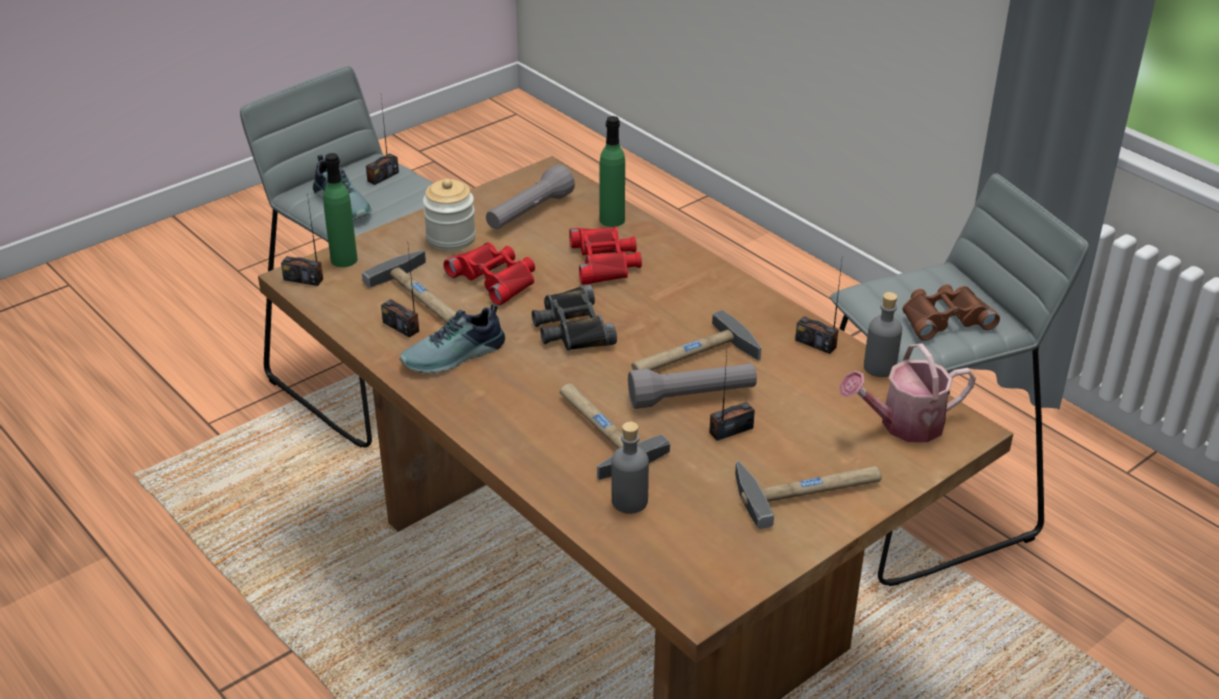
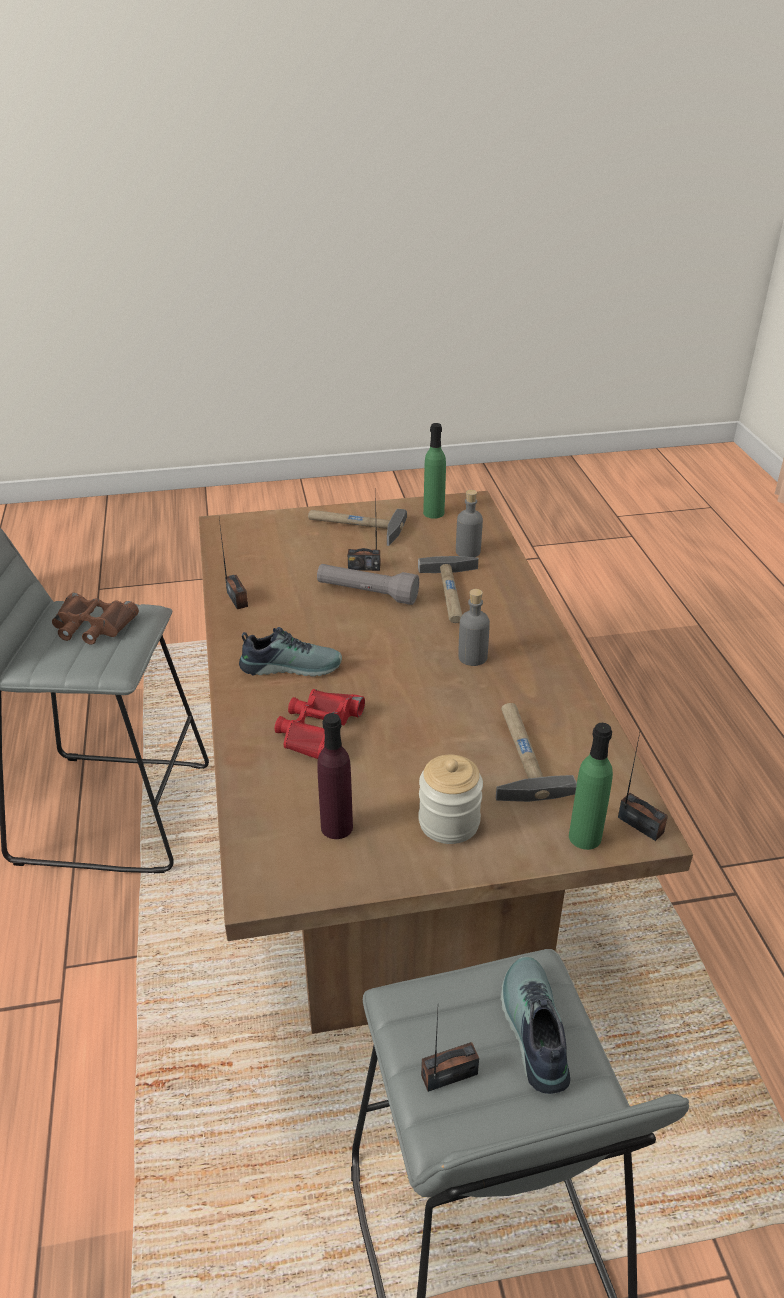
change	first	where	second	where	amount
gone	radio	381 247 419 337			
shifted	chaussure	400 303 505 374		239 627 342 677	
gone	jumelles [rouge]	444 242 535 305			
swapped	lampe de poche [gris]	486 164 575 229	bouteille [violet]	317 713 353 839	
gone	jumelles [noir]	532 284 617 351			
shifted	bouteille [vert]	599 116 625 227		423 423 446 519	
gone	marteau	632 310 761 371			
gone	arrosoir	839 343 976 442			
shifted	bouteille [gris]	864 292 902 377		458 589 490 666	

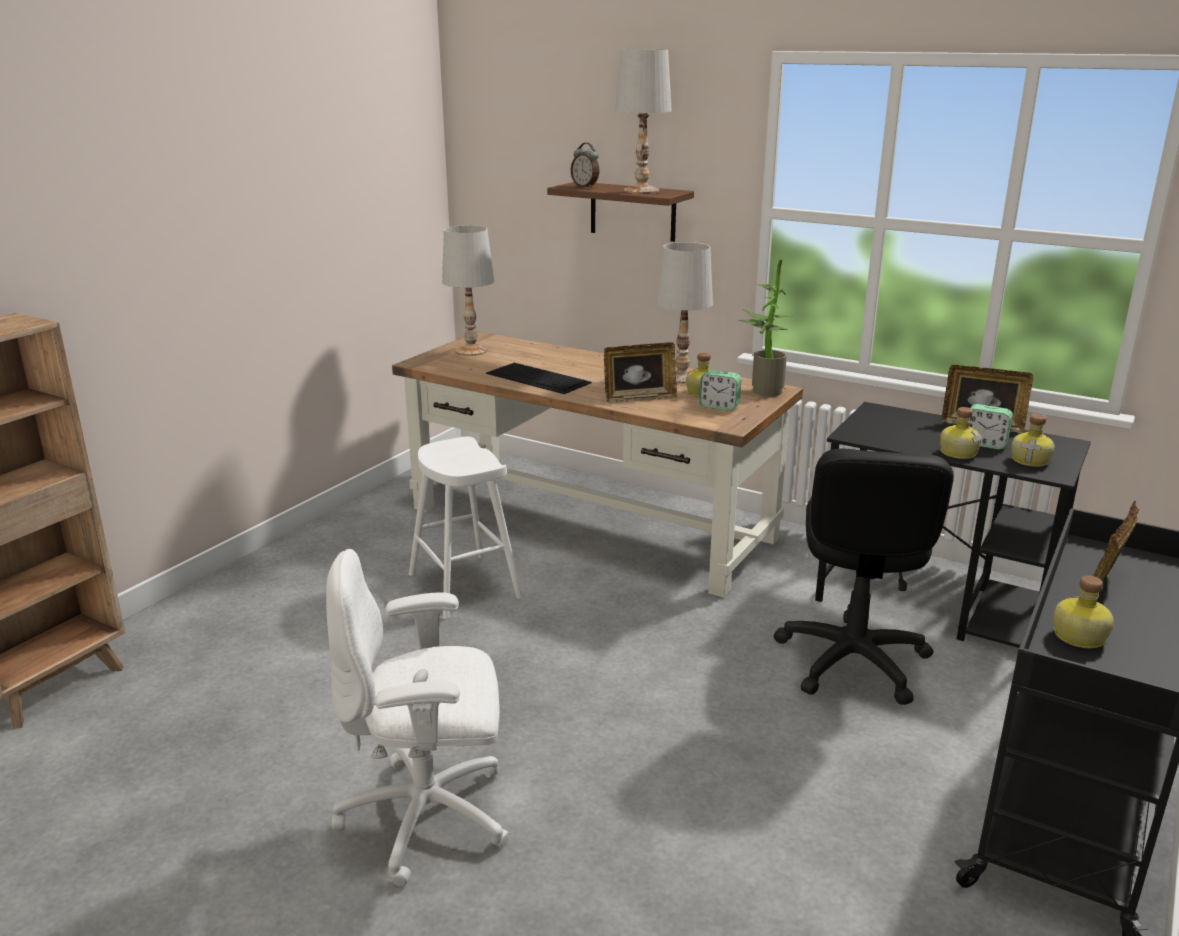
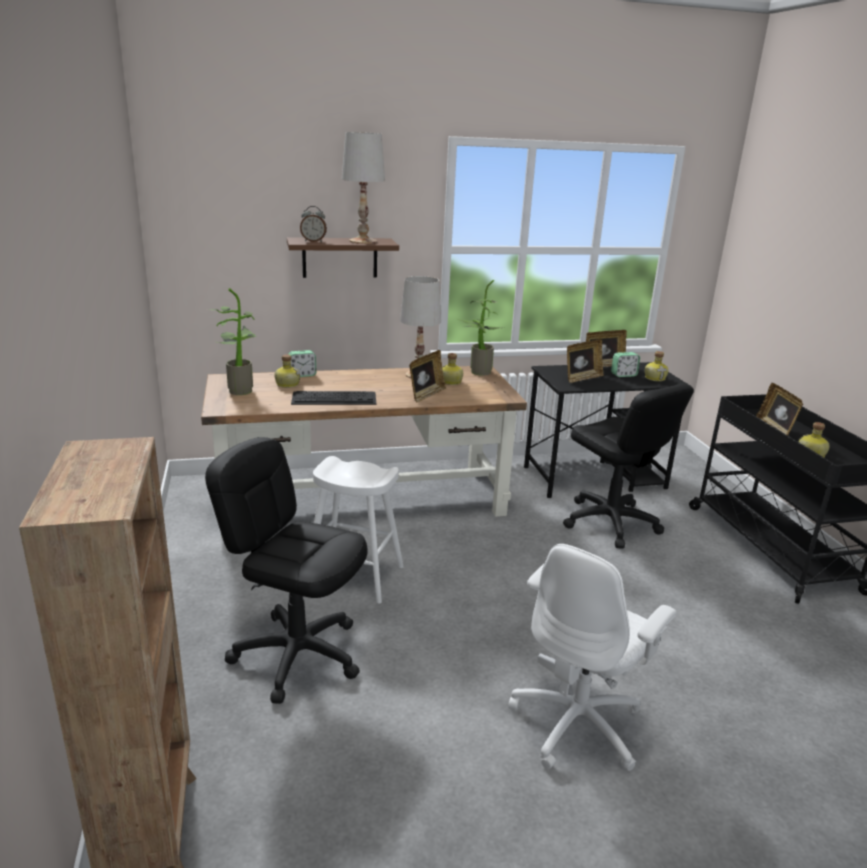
change	first	where	second	where	amount
swapped	lampe de table [blanc]	442 225 494 356	plante en pot	208 288 257 395	
shifted	réveil	699 370 741 411		288 350 316 377	
shifted	bouteille	940 407 982 459		274 354 300 388	
new			chaise de bureau [noir]	205 437 367 704	
new			cadre photo	567 339 604 383	

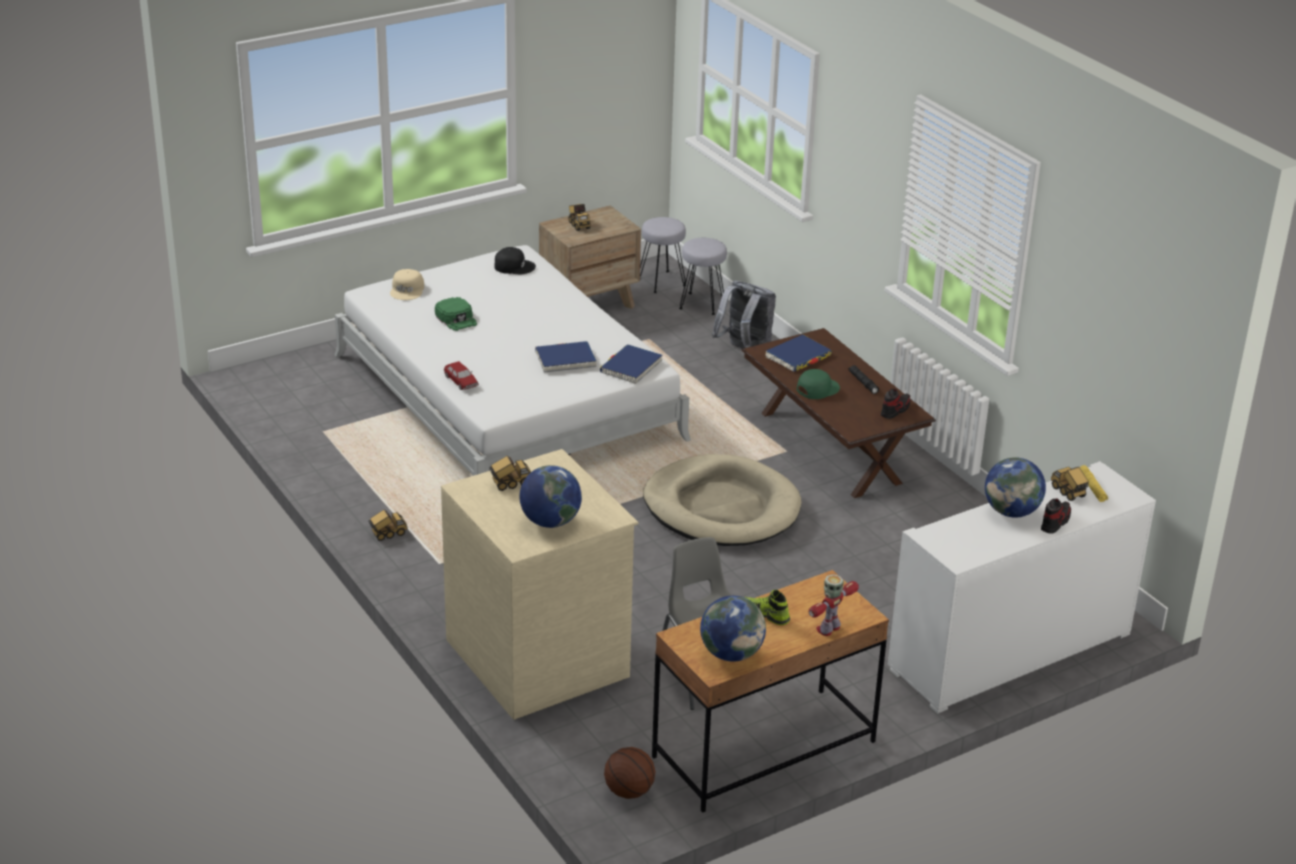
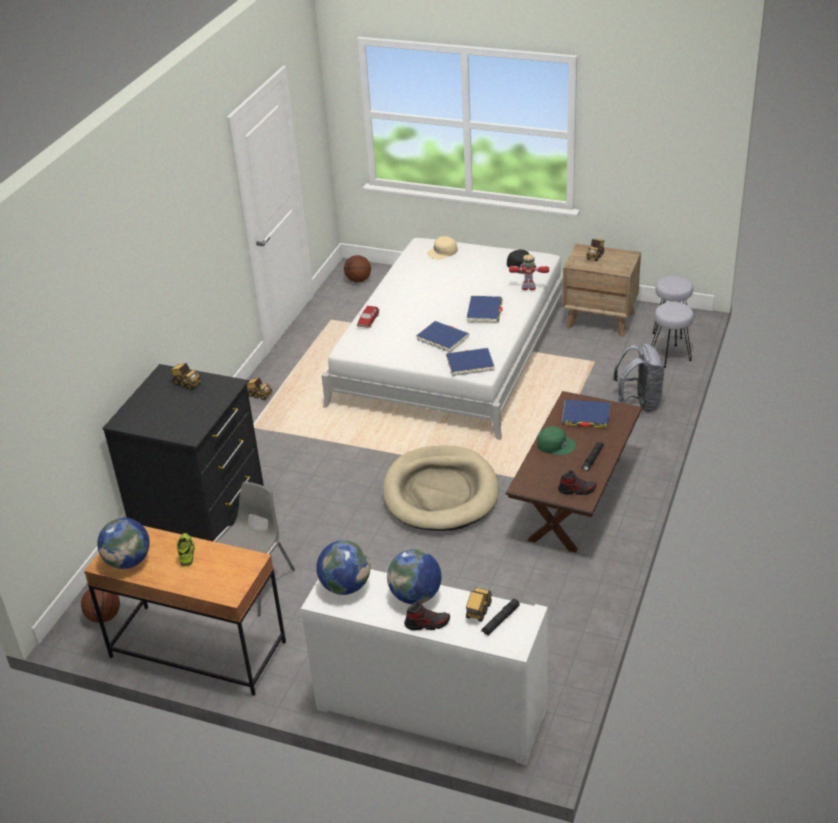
change	first	where	second	where	amount
gone	casquette [vert]	435 297 477 331			
repainted	commode [beige]	441 449 638 720	commode [noir]	102 364 264 541	
shifted	globe	520 465 582 528		316 540 370 595	
shifted	robot jouet	809 574 859 636		509 254 549 290	
repainted	lampe de poche [jaune]	1080 465 1108 502	lampe de poche [noir]	481 599 520 635	
new			ballon de basket	344 255 371 282	
new			livre [bleu]	467 296 503 323	

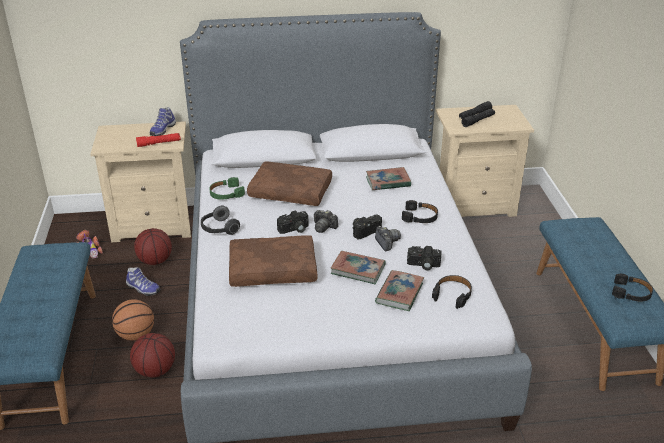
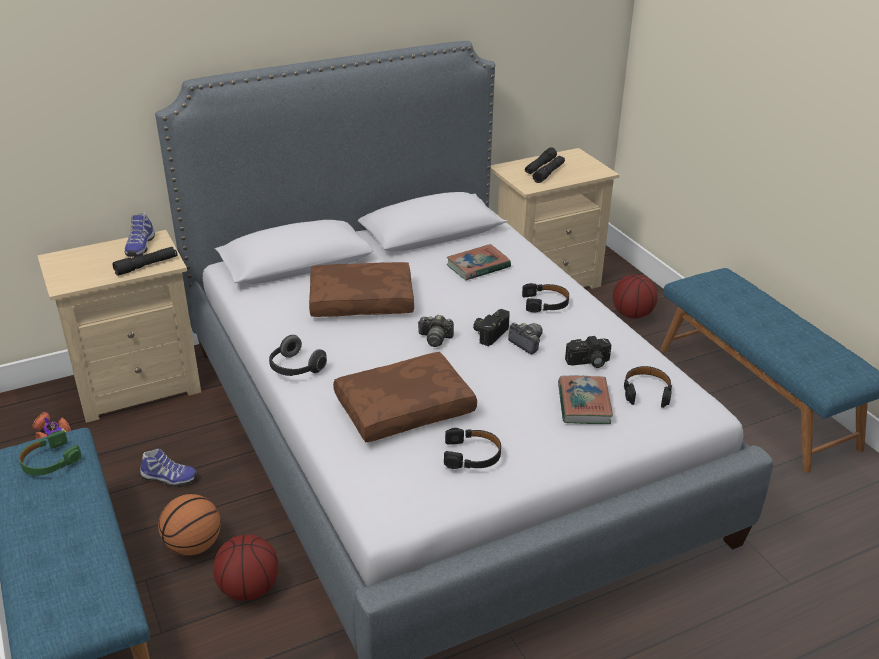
change	first	where	second	where	amount
shifted	ballon de basket	134 228 172 265		613 275 658 318	
repainted	lampe de poche [rouge]	136 133 181 147	lampe de poche [noir]	112 247 177 276	
shifted	casque audio [vert]	209 177 245 200		19 430 81 476	
gone	appareil photo	277 210 309 234			
gone	livre	330 251 386 284			
shifted	casque audio [noir]	612 273 653 302		444 428 501 469	

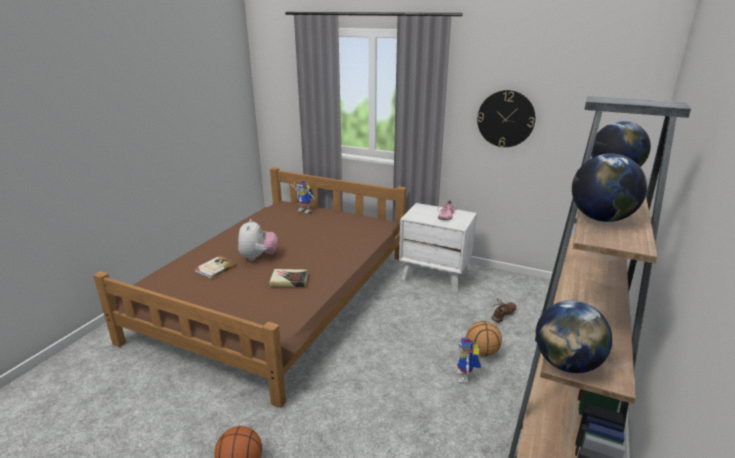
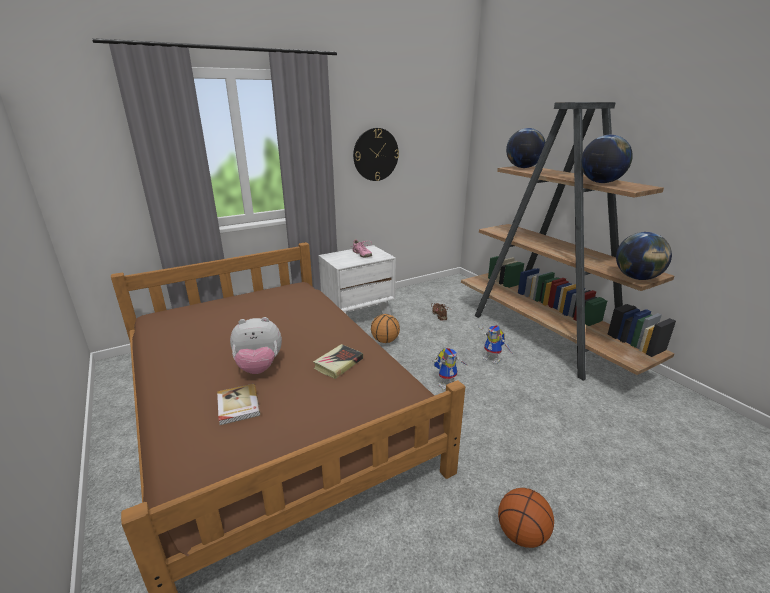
change	first	where	second	where	amount
rotated	peluche	238 219 278 261		230 317 282 374	135 degrees clockwise
shifted	robot jouet	291 181 317 214		432 348 467 390	
shifted	ballon de basket	466 321 502 357		371 314 400 343	

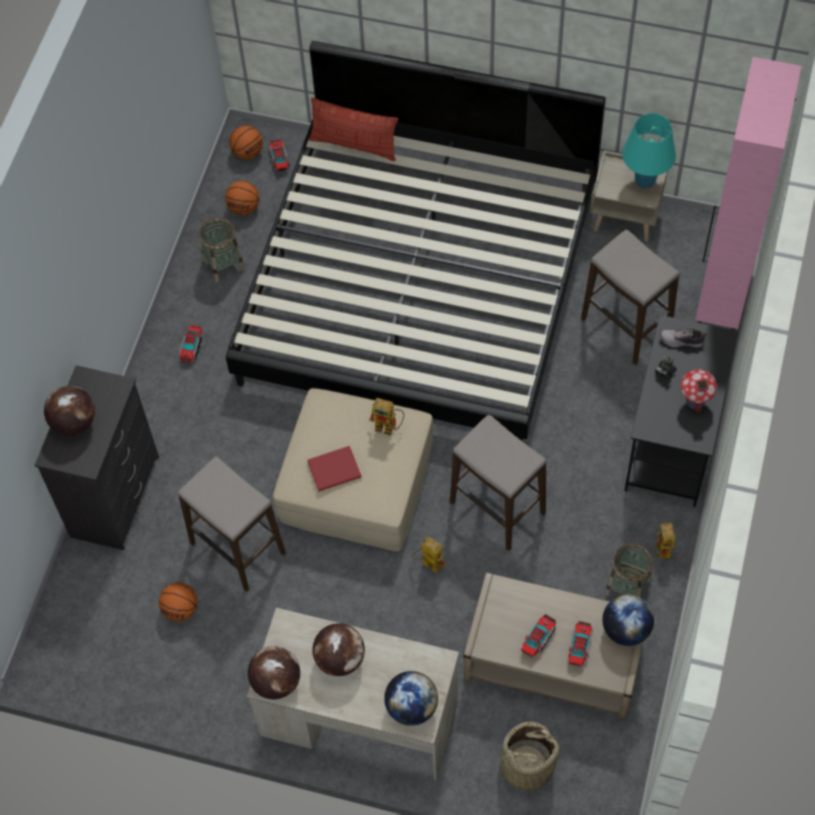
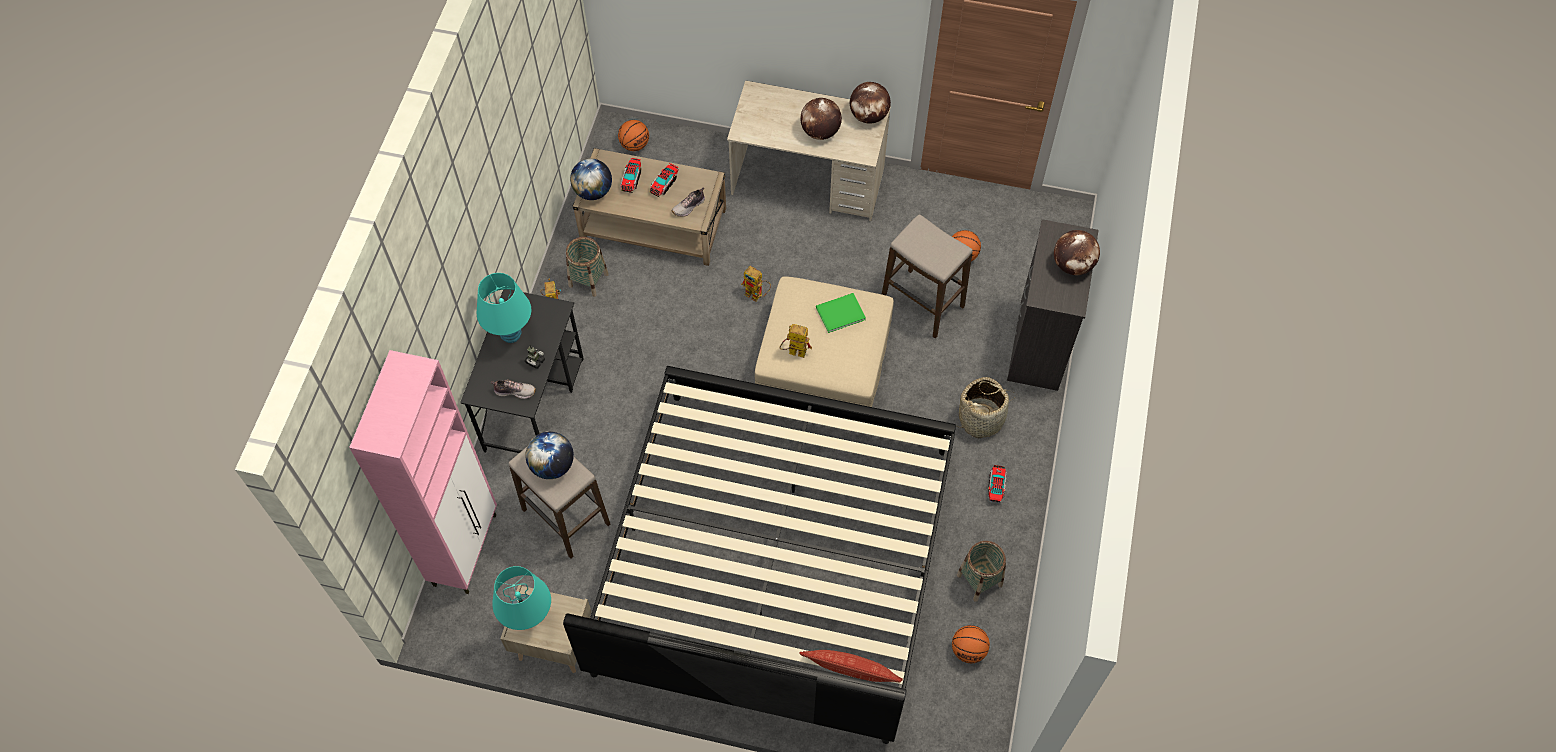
change	first	where	second	where	amount
shifted	ballon de basket	229 126 263 160		618 120 649 151	
gone	camion jouet	269 139 289 172			
repainted	livre [rouge]	307 446 362 492	livre [vert]	816 293 866 333	
shifted	globe	384 671 438 726		525 432 574 479	
gone	tabouret	450 415 546 551			
shifted	panier	489 722 560 791		957 377 1014 438	
swapped	maison miniature	681 369 717 413	lampe de table [turquoise]	477 273 531 343	
new			chaussure	672 187 705 217	

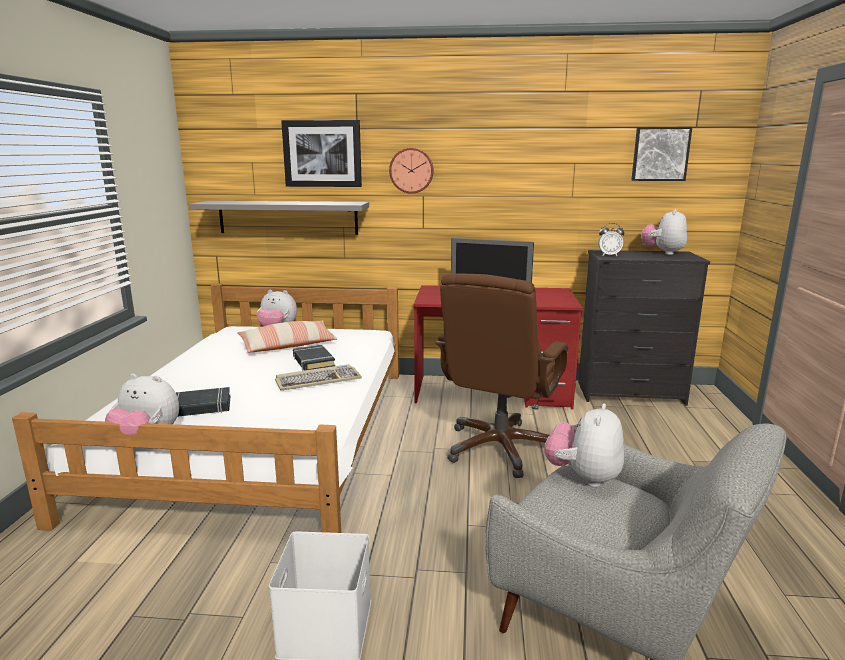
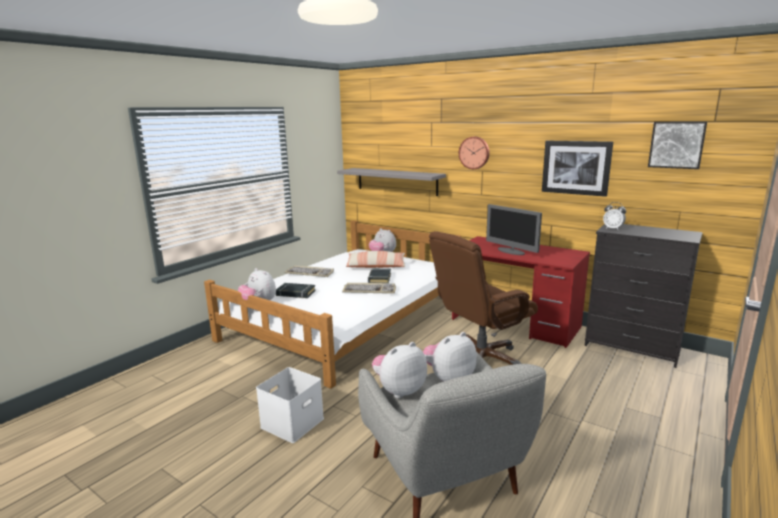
change	first	where	second	where	amount
shifted	tableau	281 120 362 187		542 141 613 197	
shifted	peluche	641 209 687 255		372 342 427 398	
new			clavier	285 265 334 277	

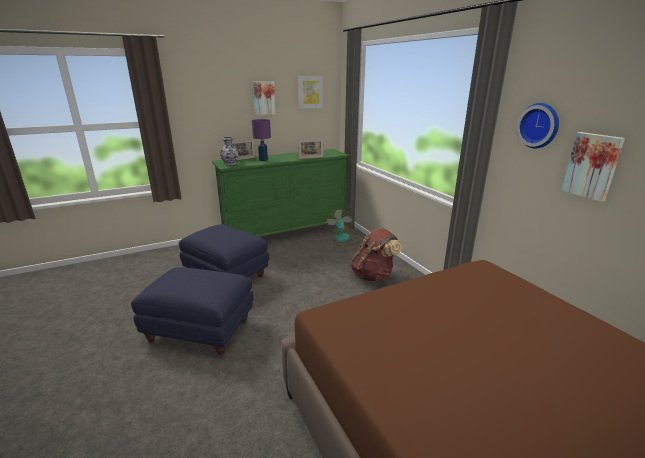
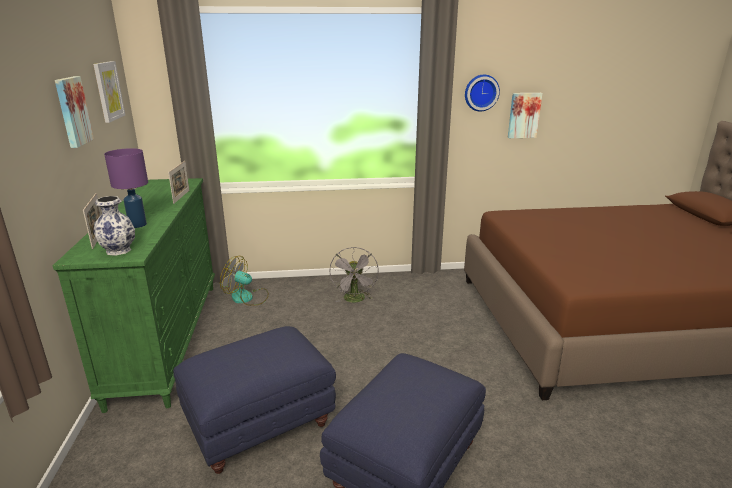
change	first	where	second	where	amount
swapped	sac à dos [marron]	350 228 402 281	ventilateur [gris]	329 247 379 303	

